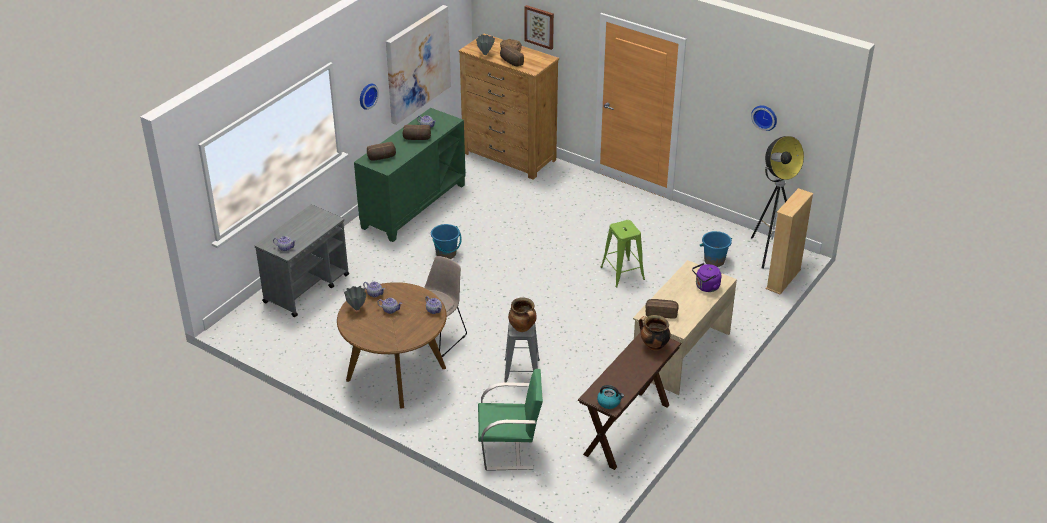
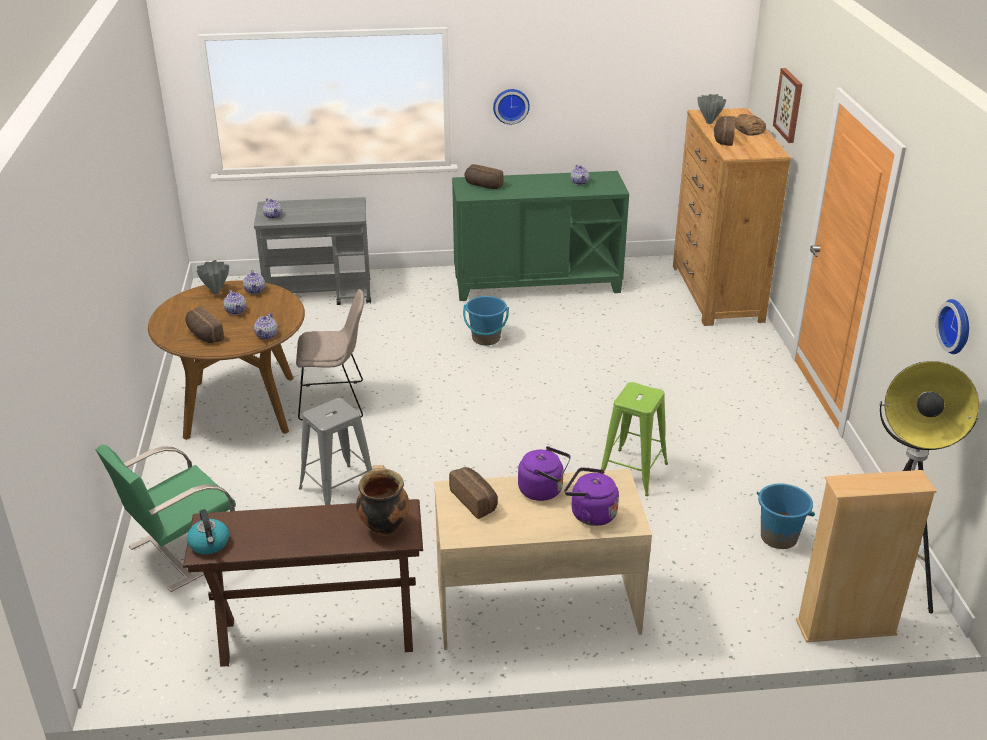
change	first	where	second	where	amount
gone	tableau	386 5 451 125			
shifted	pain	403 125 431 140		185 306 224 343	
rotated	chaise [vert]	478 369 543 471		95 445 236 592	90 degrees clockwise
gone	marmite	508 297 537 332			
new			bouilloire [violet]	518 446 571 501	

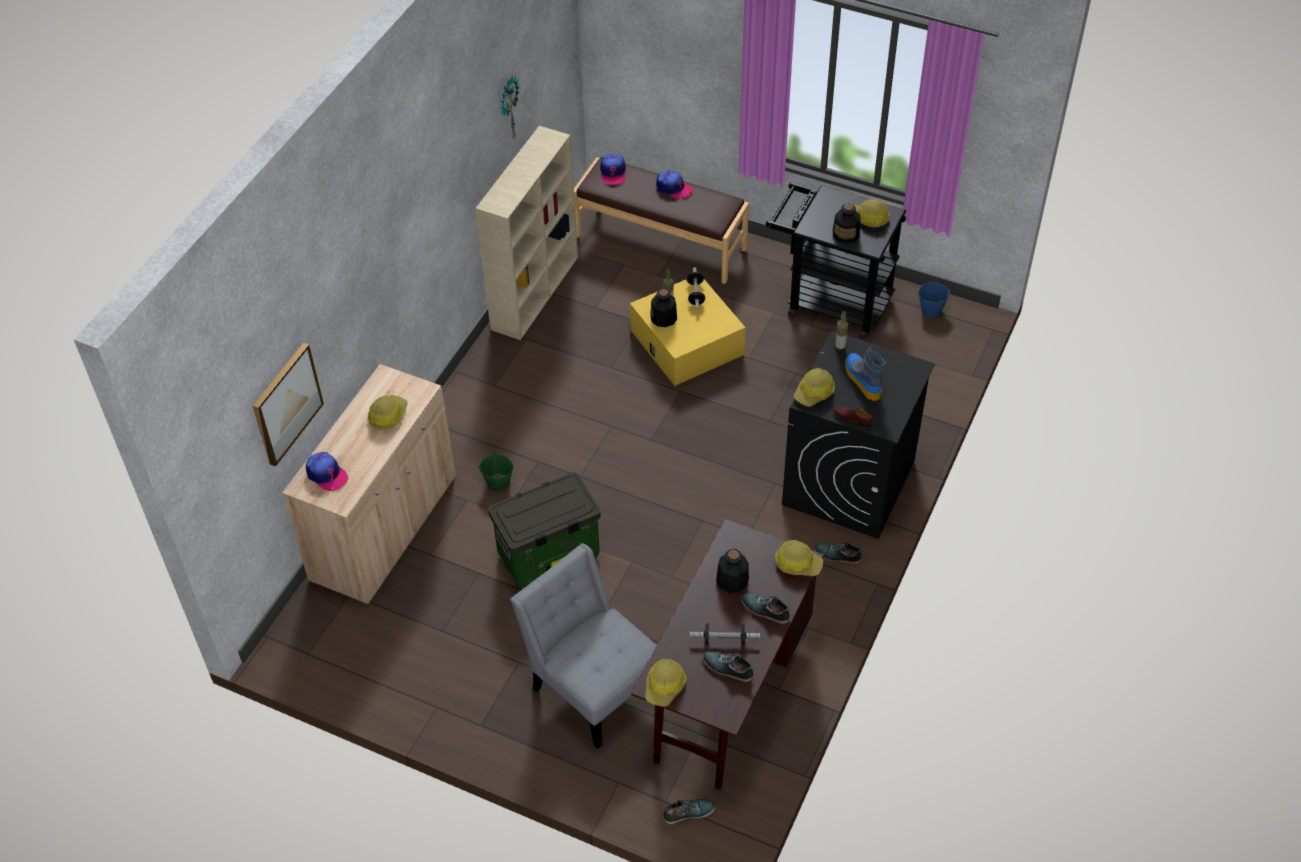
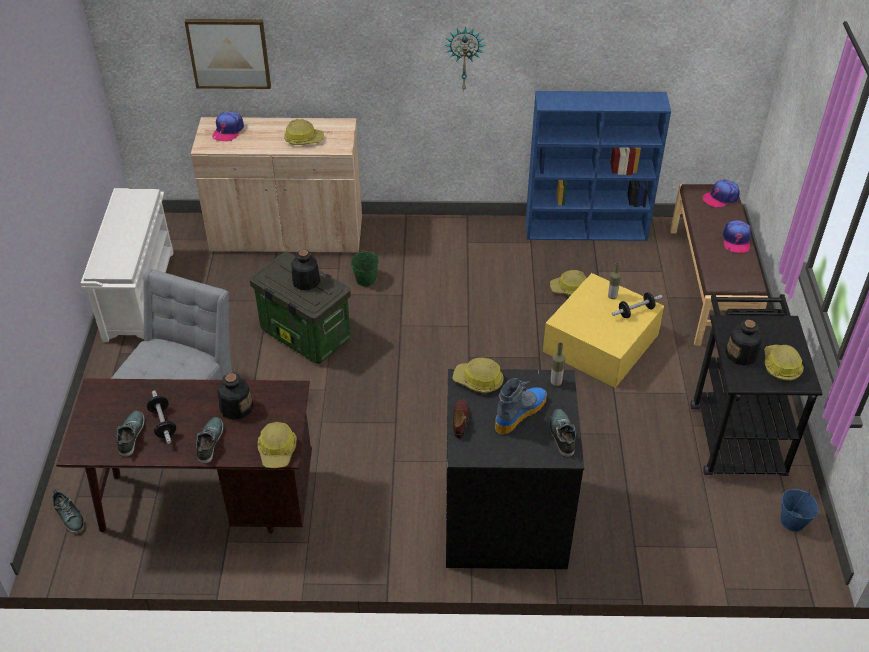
change	first	where	second	where	amount
repainted	bibliothèque [beige]	475 126 578 340	bibliothèque [bleu]	526 91 671 241	
shifted	horloge murale	500 76 520 140		444 27 485 90	
shifted	casque de chantier	645 659 686 707		550 270 586 295	
shifted	bouteille	650 289 677 327		291 250 320 290	
shifted	chaussure	814 541 863 564		549 409 576 457	
new			étagère à chaussures [blanc]	81 188 174 342	

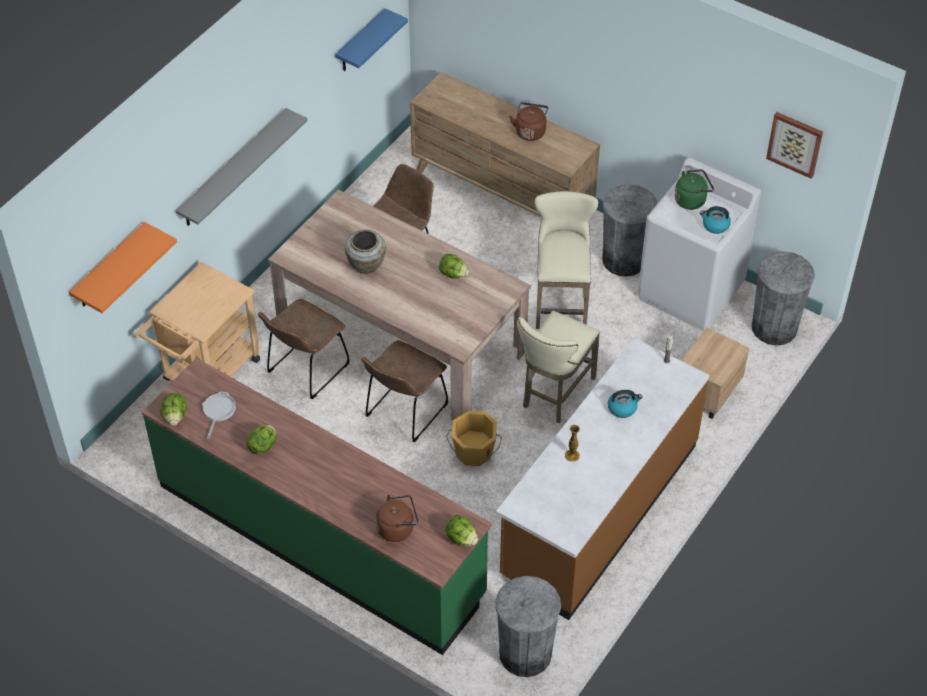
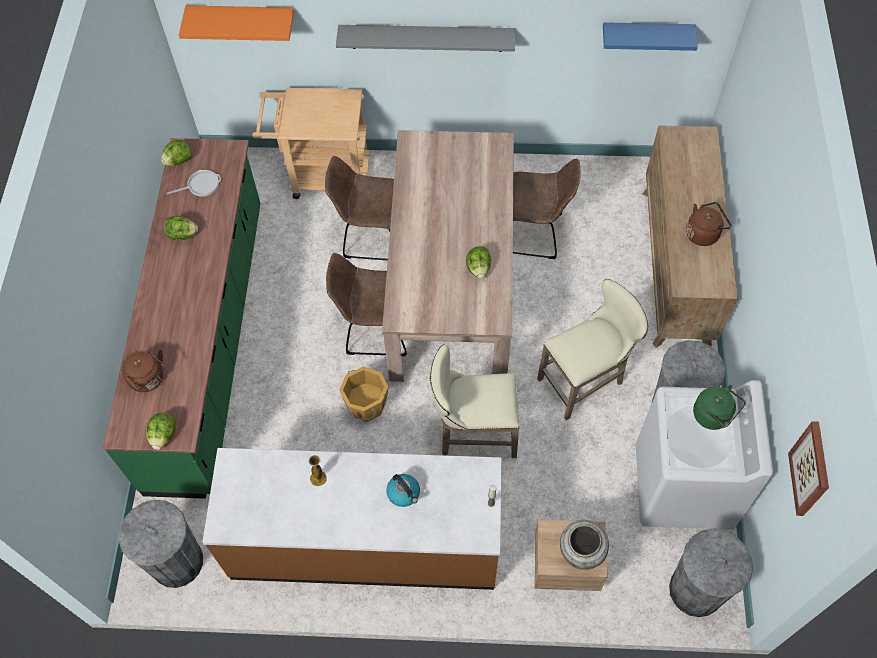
change	first	where	second	where	amount
shifted	vase [beige]	345 230 386 274		560 520 609 570	
gone	bouilloire	700 206 731 234			

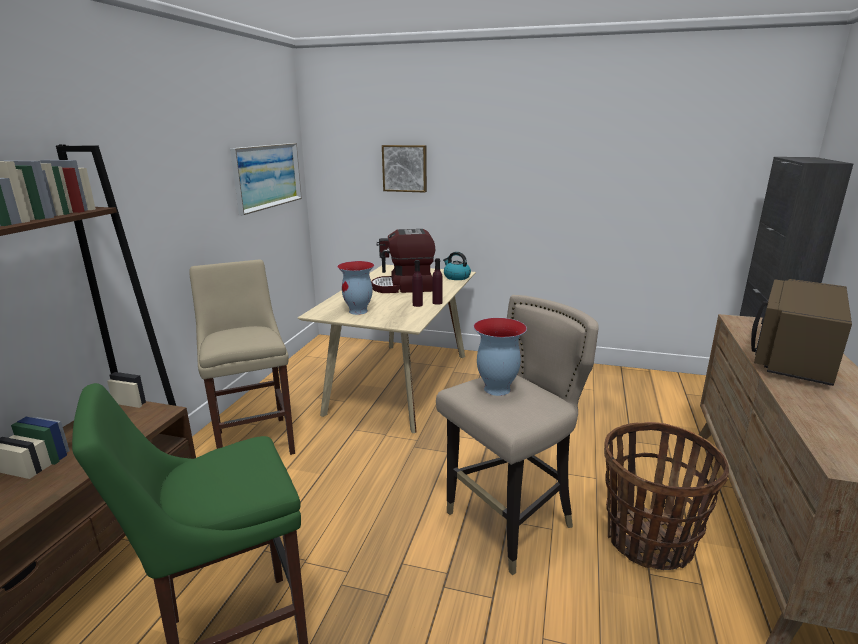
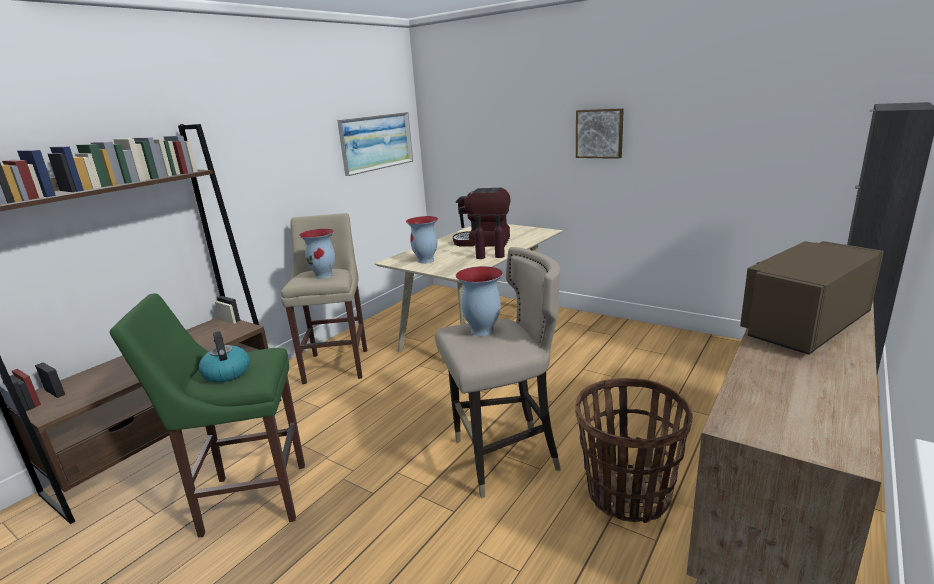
change	first	where	second	where	amount
shifted	tableau	382 145 427 193		576 108 624 159	
shifted	bouilloire	443 252 471 280		199 331 250 383	
new			vase	299 229 335 279	

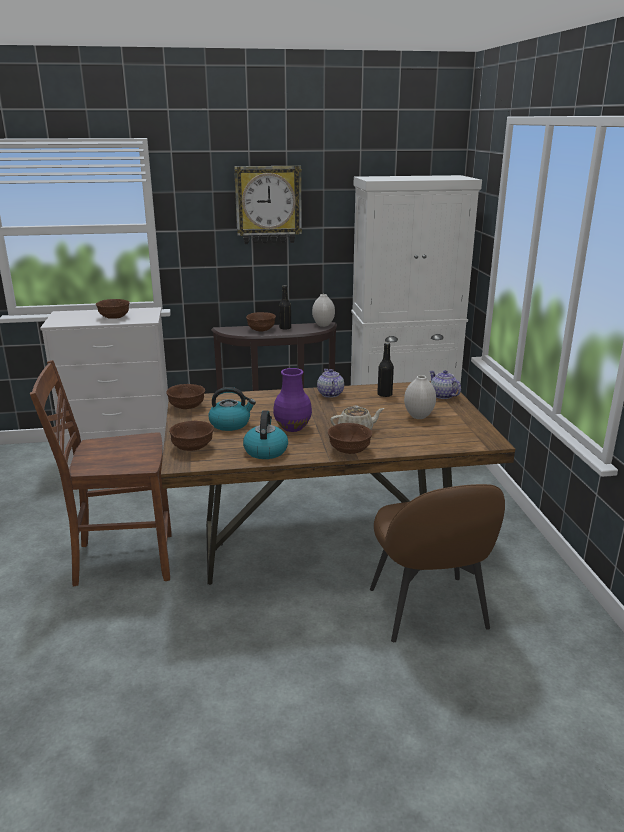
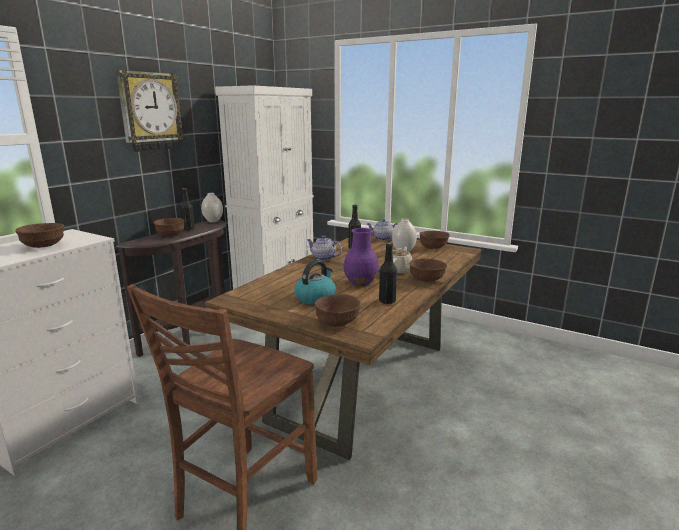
change	first	where	second	where	amount
shifted	bol [marron]	166 384 205 409		419 231 450 249	
swapped	bouilloire	243 410 288 459	bouteille [noir]	379 243 397 304	
gone	chaise [marron]	370 484 505 642			

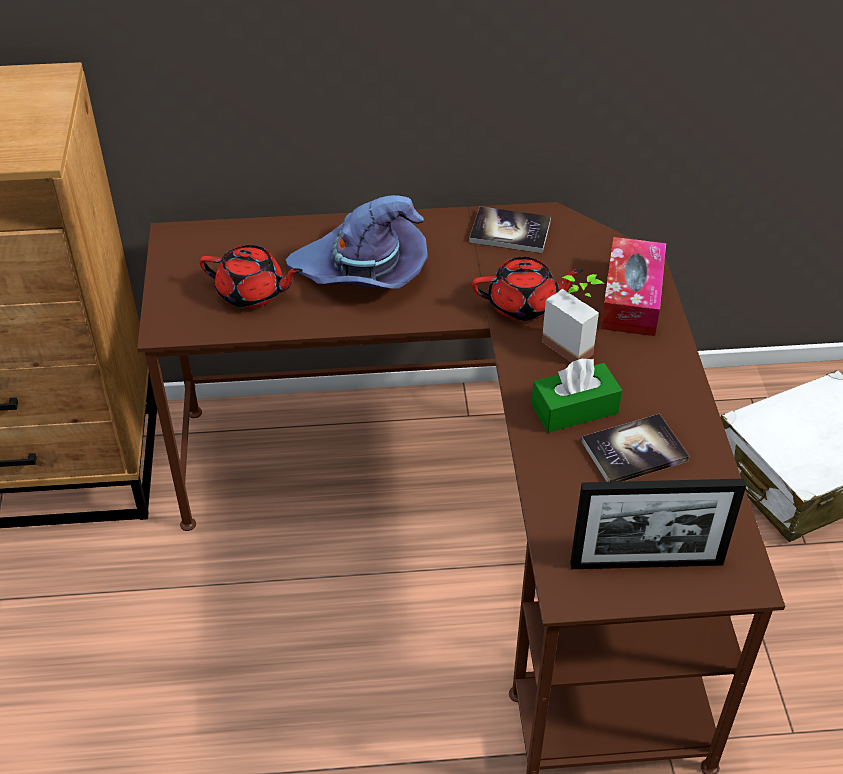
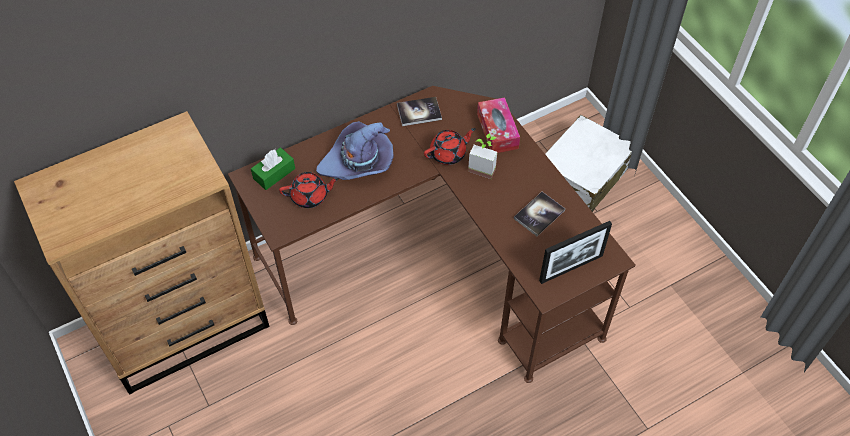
change	first	where	second	where	amount
shifted	boîte à mouchoirs [vert]	531 358 622 433		251 147 295 190	

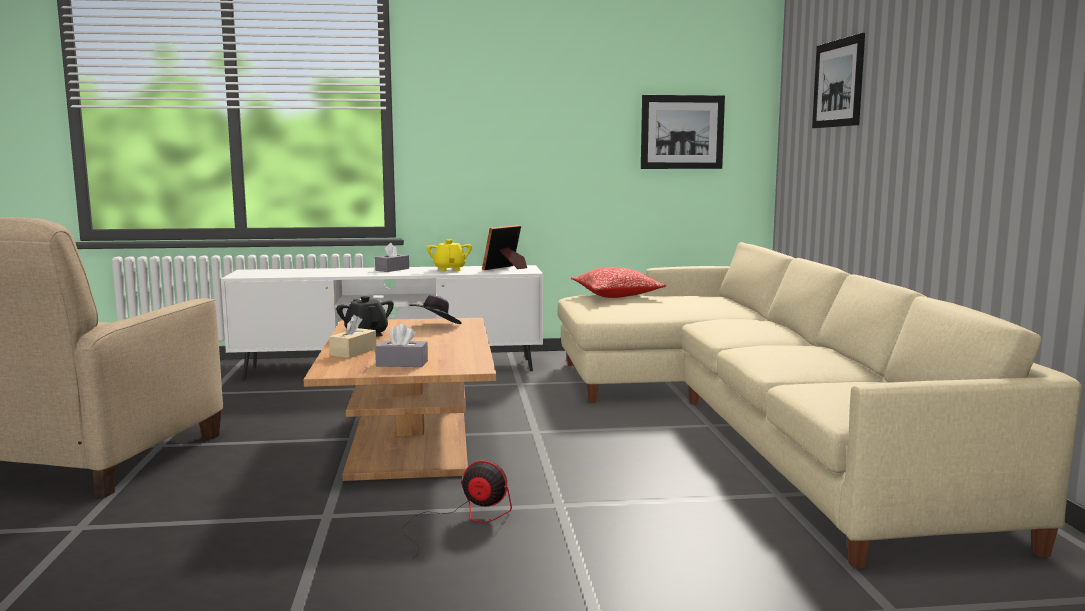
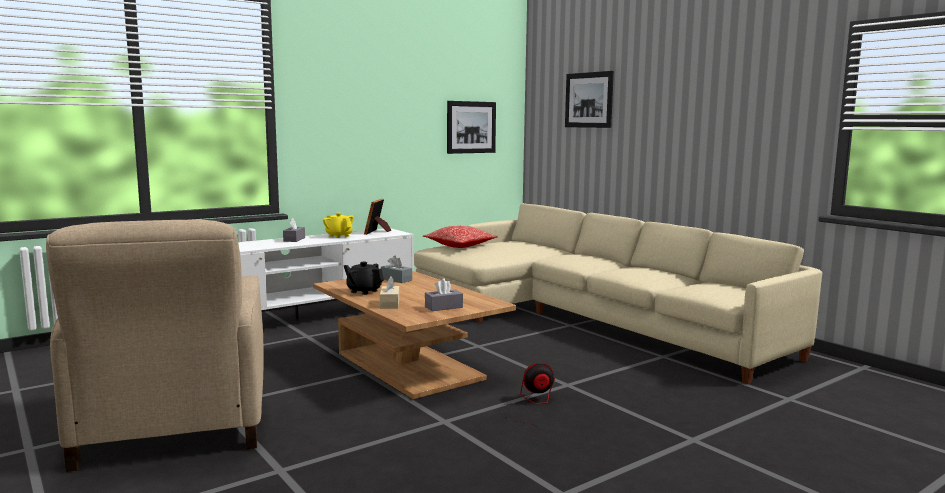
change	first	where	second	where	amount
swapped	chapeau [noir]	408 295 462 324	boîte à mouchoirs [gris]	381 255 412 283	

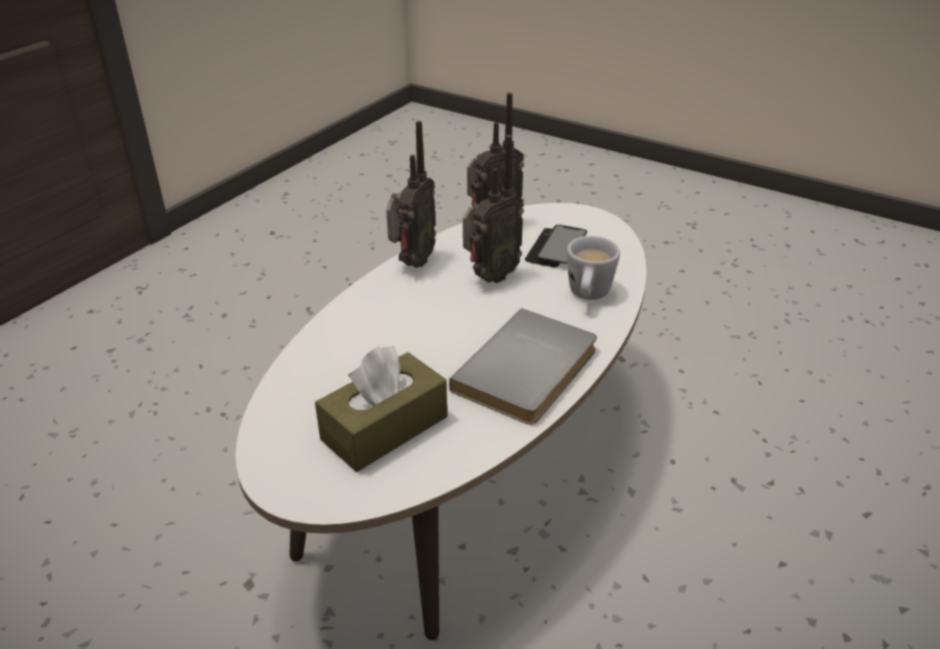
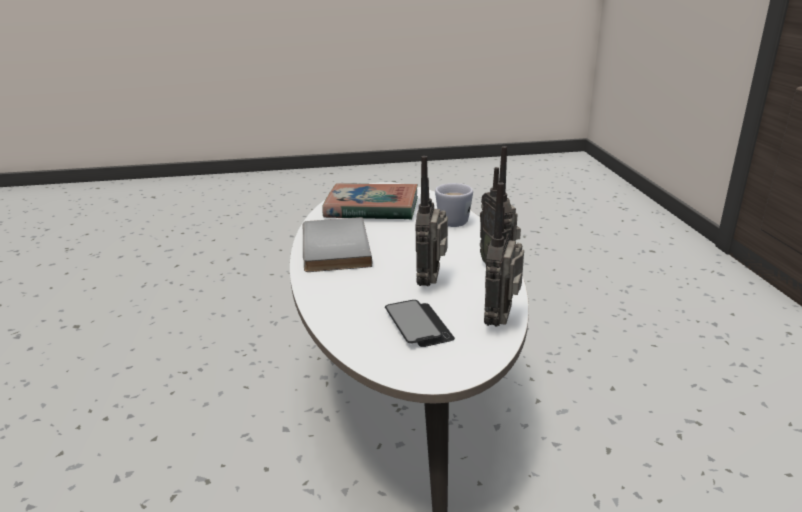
change	first	where	second	where	amount
swapped	boîte à mouchoirs [marron]	315 346 447 472	livre	322 183 418 220	
shifted	mug [blanc]	567 236 620 300		435 183 473 227	

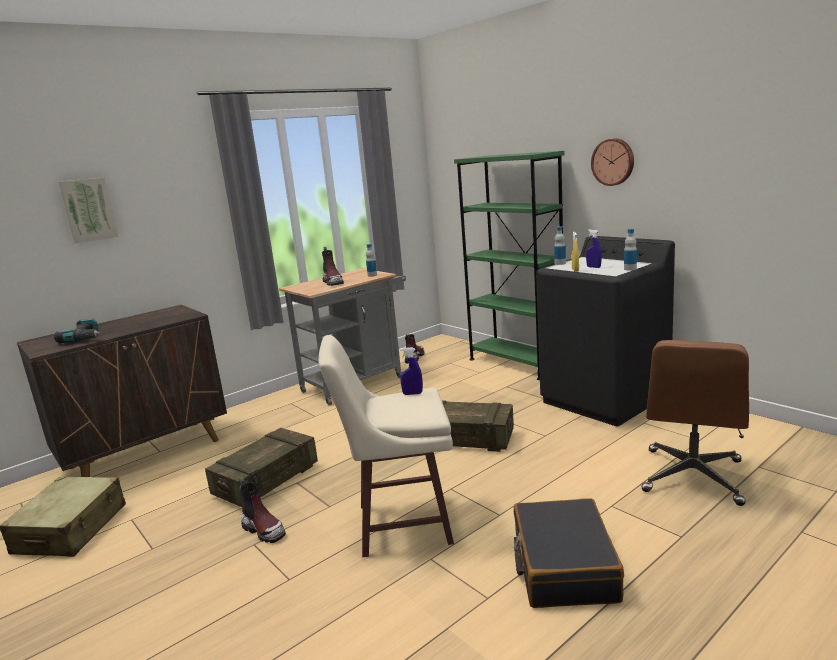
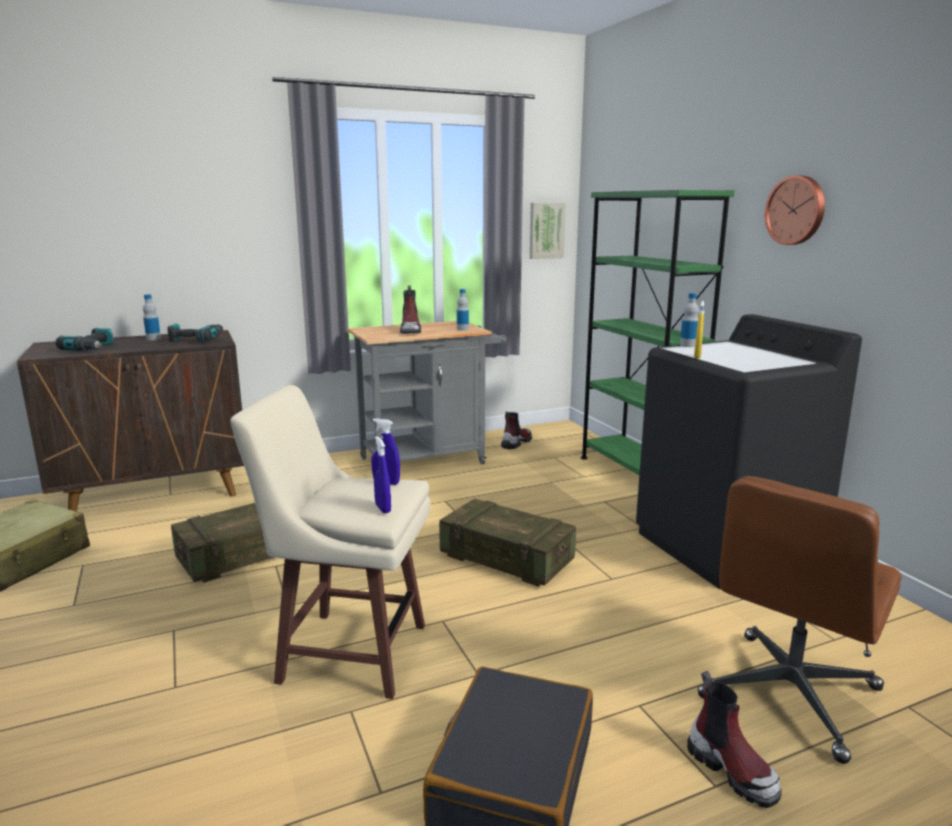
change	first	where	second	where	amount
shifted	tableau	59 177 118 243		530 203 566 259	
shifted	botte	239 477 286 543		687 671 782 808	
shifted	vaporisateur [bleu]	586 229 602 268		374 436 391 513	
shifted	bouteille	624 229 637 271		143 294 161 340	
new			perceuse	167 324 223 342	

